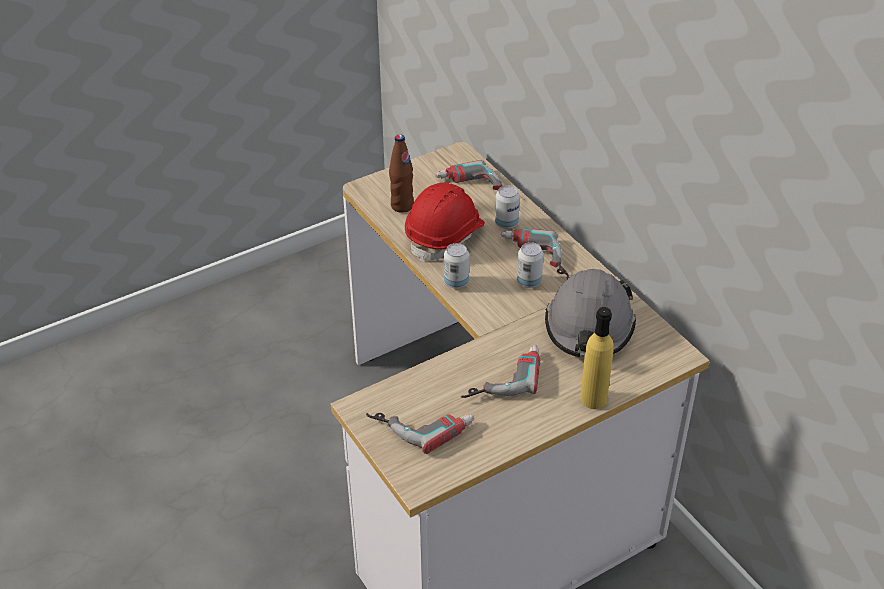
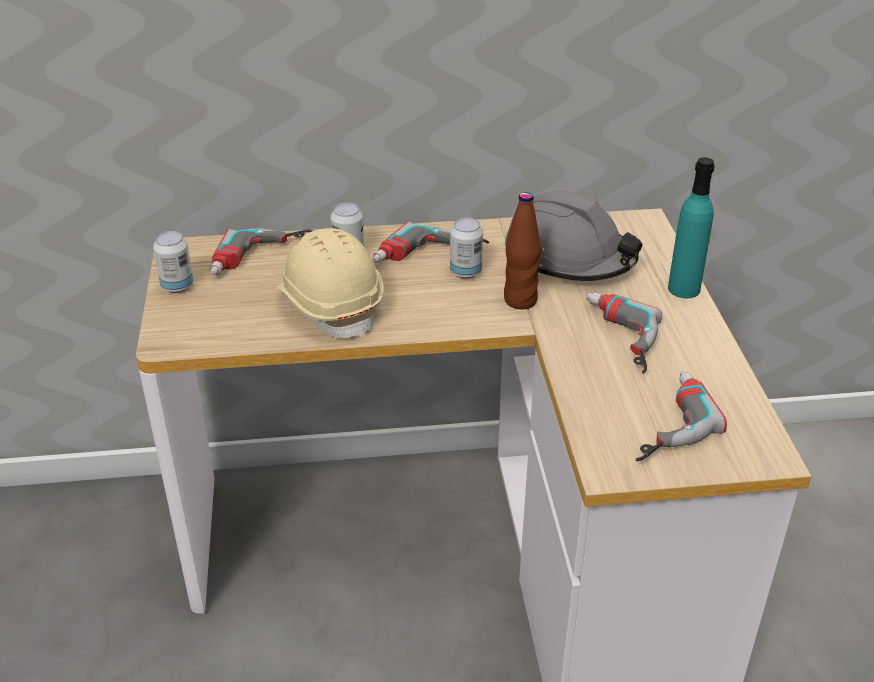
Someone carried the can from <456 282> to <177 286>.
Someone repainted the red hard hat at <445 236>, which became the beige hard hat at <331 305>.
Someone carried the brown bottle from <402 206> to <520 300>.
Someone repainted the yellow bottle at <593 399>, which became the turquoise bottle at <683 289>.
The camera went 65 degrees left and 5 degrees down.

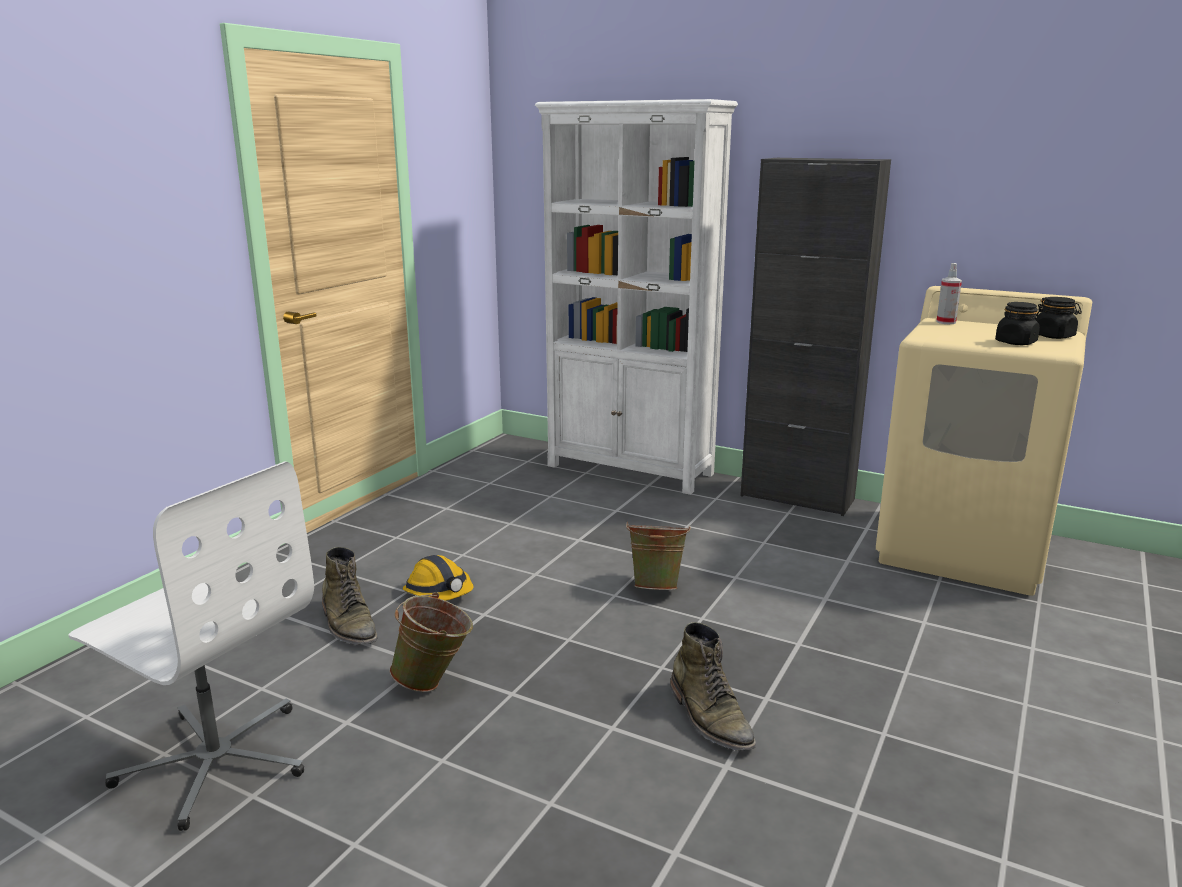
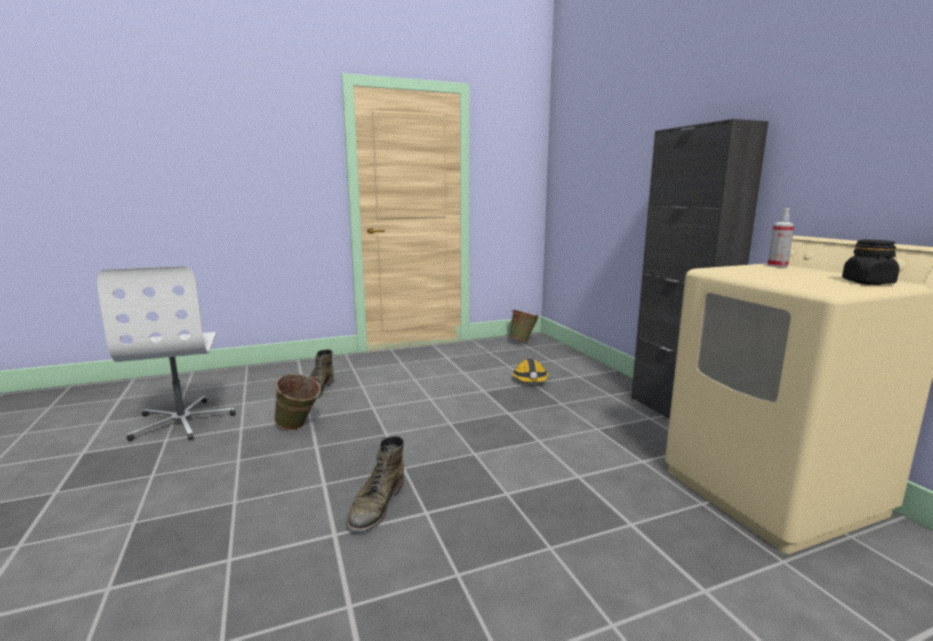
Someone carried the green bucket from <657 586> to <523 341>.
Someone carried the hard hat from <439 592> to <530 380>.
Someone took away the white bookcase at <631 470>.
Someone took away the black jar at <1015 342>.
The camera went 40 degrees right and 5 degrees down.

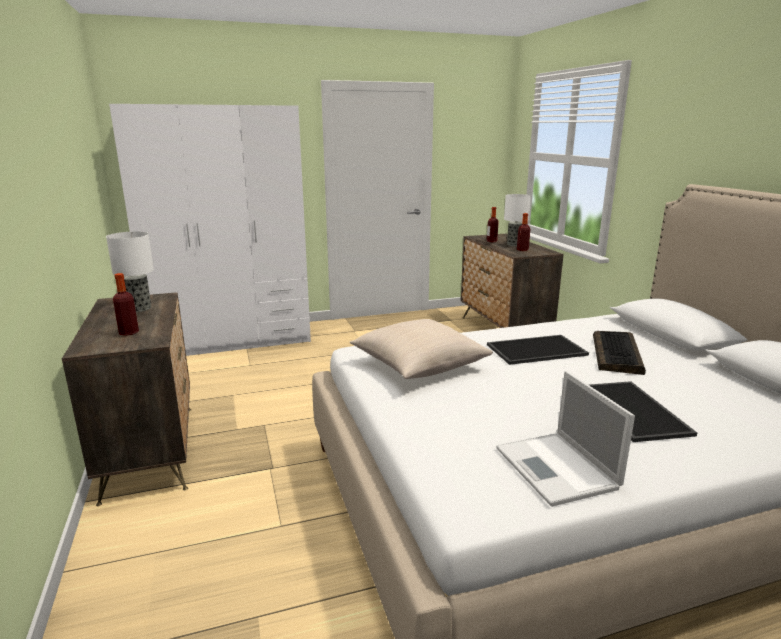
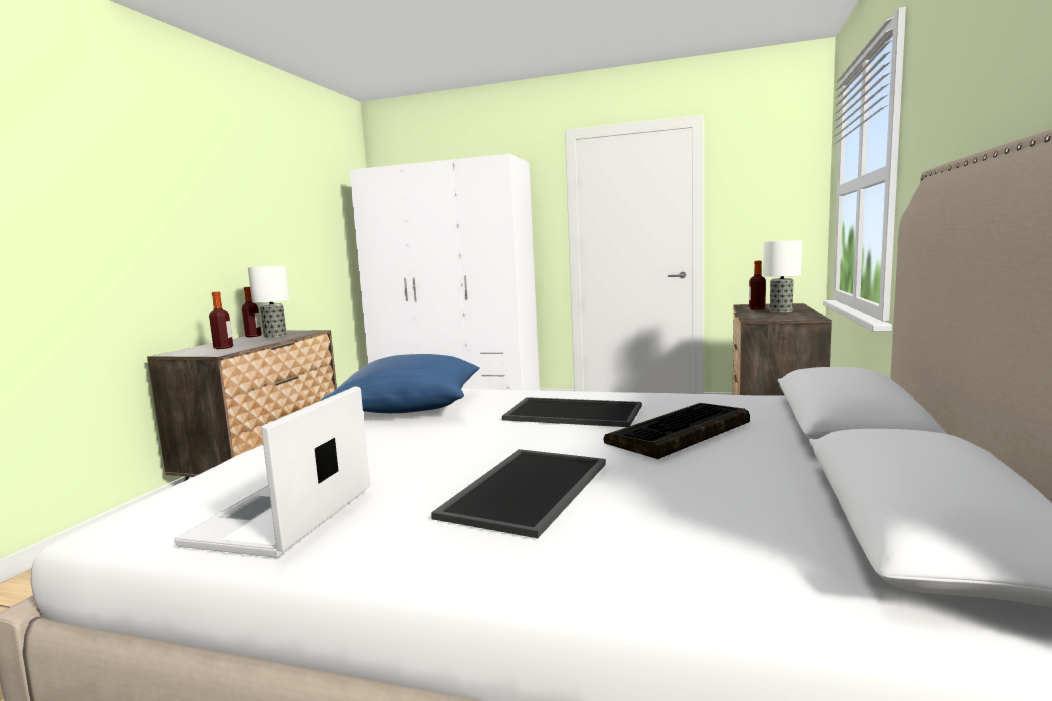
Someone carried the bottle from <522 250> to <253 336>.
Someone repainted the beige pillow at <419 365>, which became the blue pillow at <410 406>.
The camera went 35 degrees right and 10 degrees down.

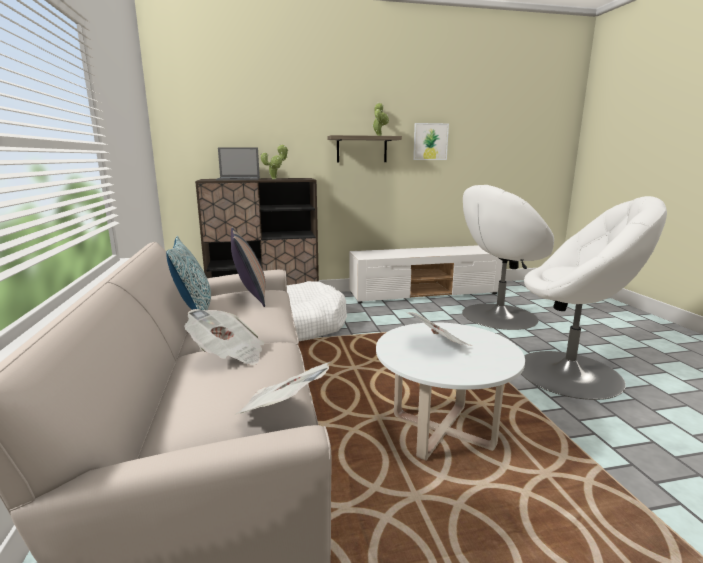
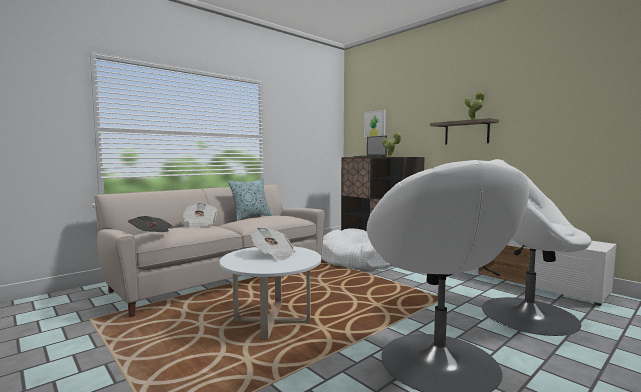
Someone carried the picture from <430 141> to <375 124>.
Someone took away the pillow at <250 297>.
The camera went 60 degrees right and 10 degrees down.

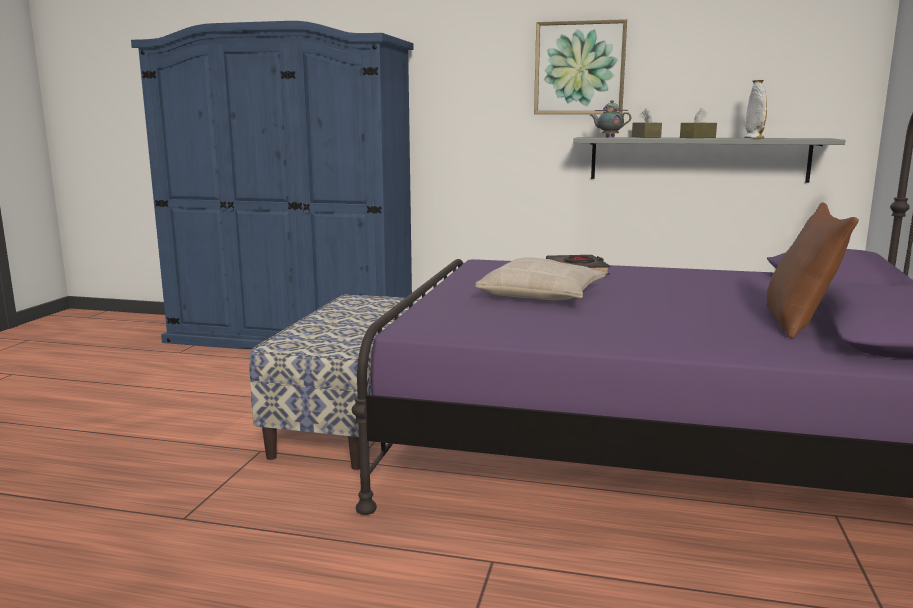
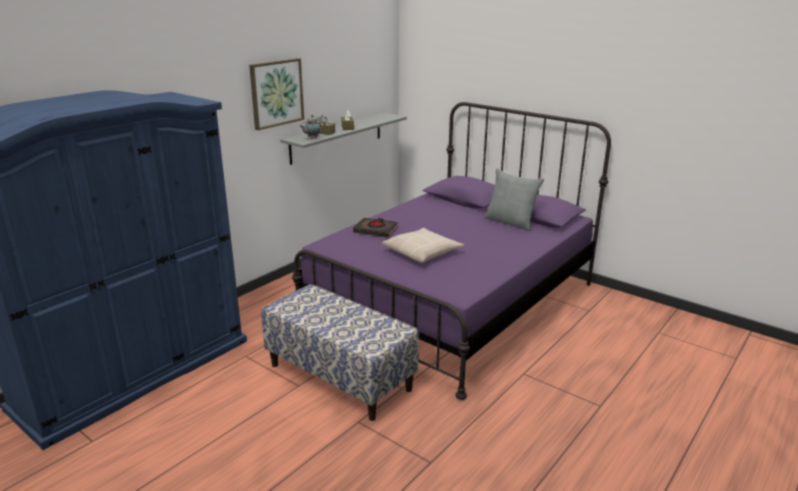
Someone repainted the brown pillow at <799 323>, which became the grey pillow at <510 222>.
Someone took away the white vase at <754 138>.
The camera went 65 degrees left and 10 degrees up.

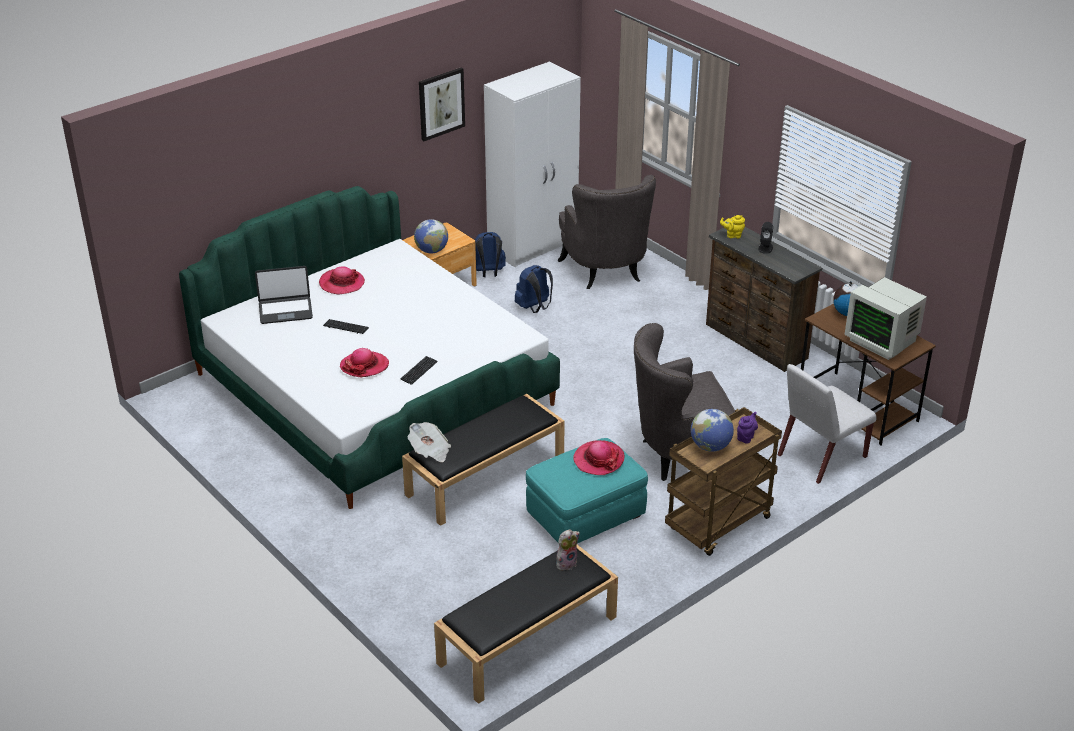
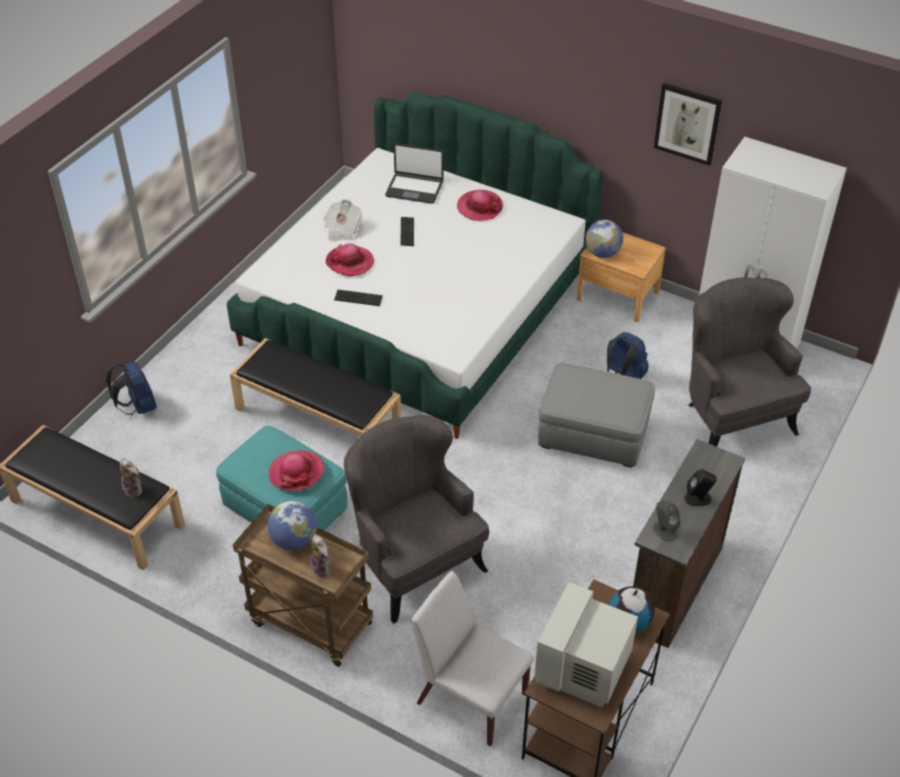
Someone carried the blue backpack from <488 273> to <137 407>.
Someone swapped the purple teapot at <746 437> for the plush toy at <323 568>.
Someone carried the newspaper from <430 451> to <342 230>.
Someone rotated the laptop at <285 311> by 45 degrees counterclockwise.
Someone put down the grey ottoman at <594 436>.
Someone put down the grey speaker at <664 530>.
Someone rotated the grey armchair at <606 272> by 105 degrees clockwise.
Someone took away the yellow teapot at <732 235>.
The camera went 70 degrees right and 10 degrees up.

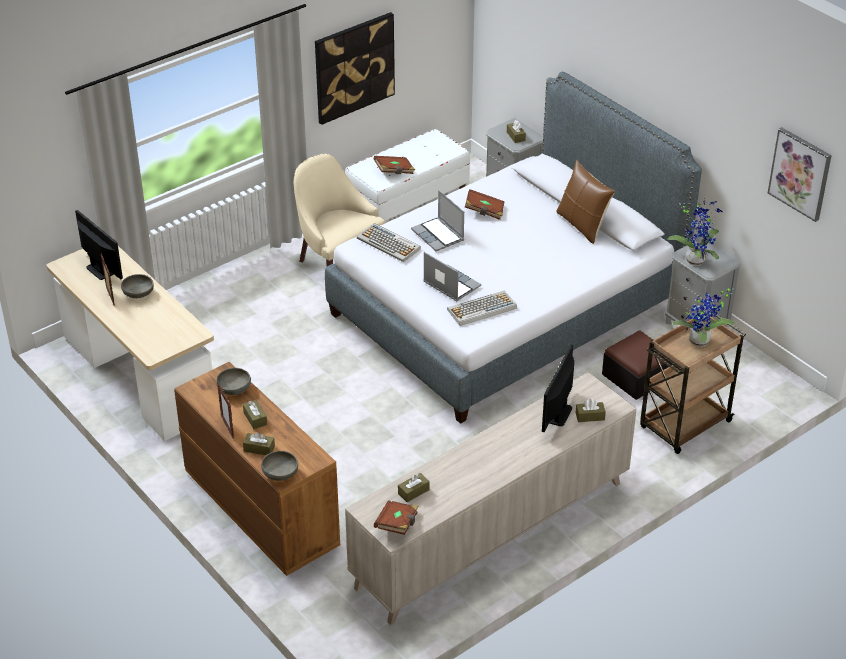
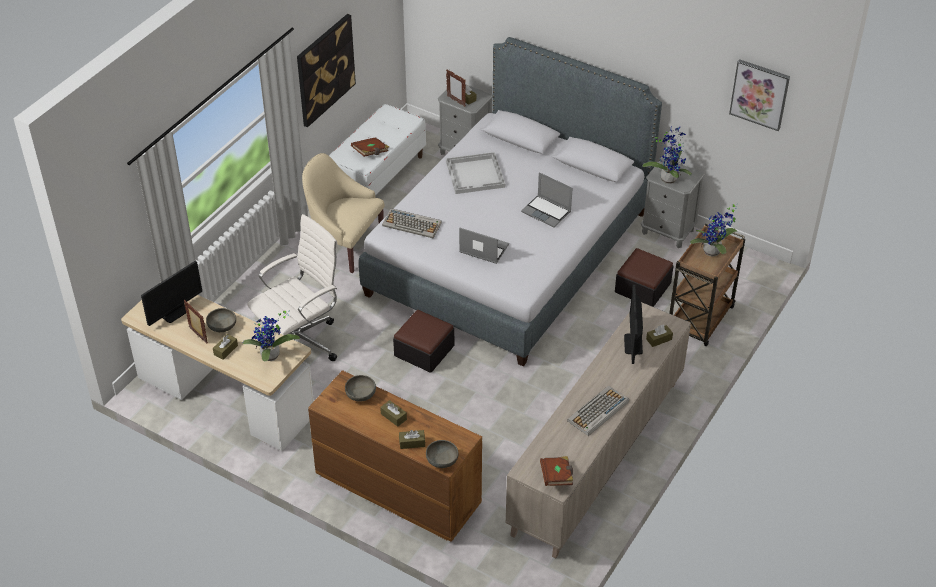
Someone rotated the monitor at <100 270> by 105 degrees clockwise.
Someone carried the brown tissue box from <413 492> to <225 350>.
Someone put down the potted plant at <271 357>.
Someone put down the white office chair at <300 342>.
Someone put down the ottoman at <424 350>.
Someone carried the picture frame from <227 427> to <456 101>.
Someone swapped the brown book at <484 211> for the white tray at <476 175>.
Someone carried the laptop from <438 235> to <547 212>.
Someone carried the keyboard from <481 309> to <598 412>.
Someone took away the brown pillow at <582 225>.
The camera went 20 degrees left and 5 degrees up.

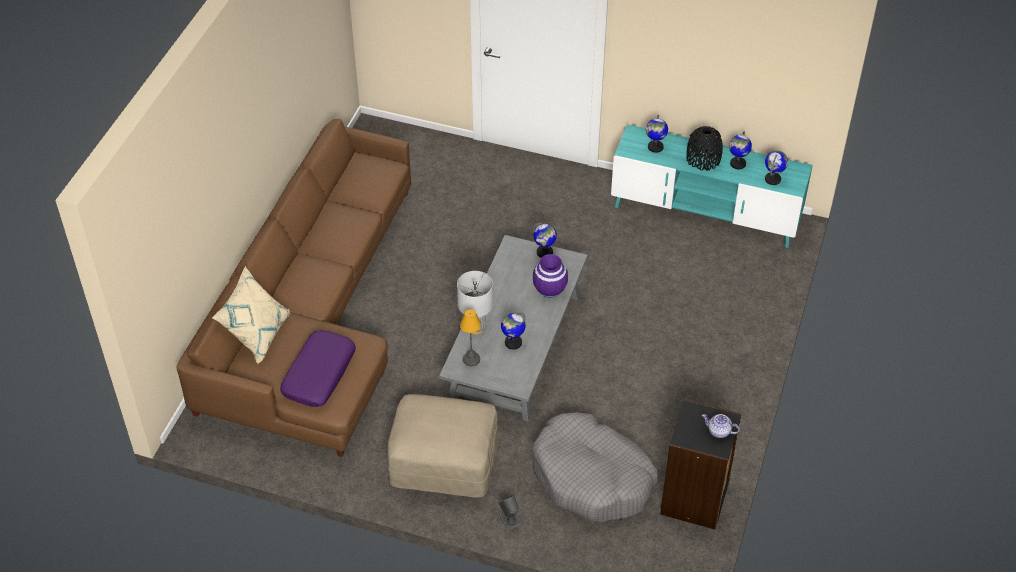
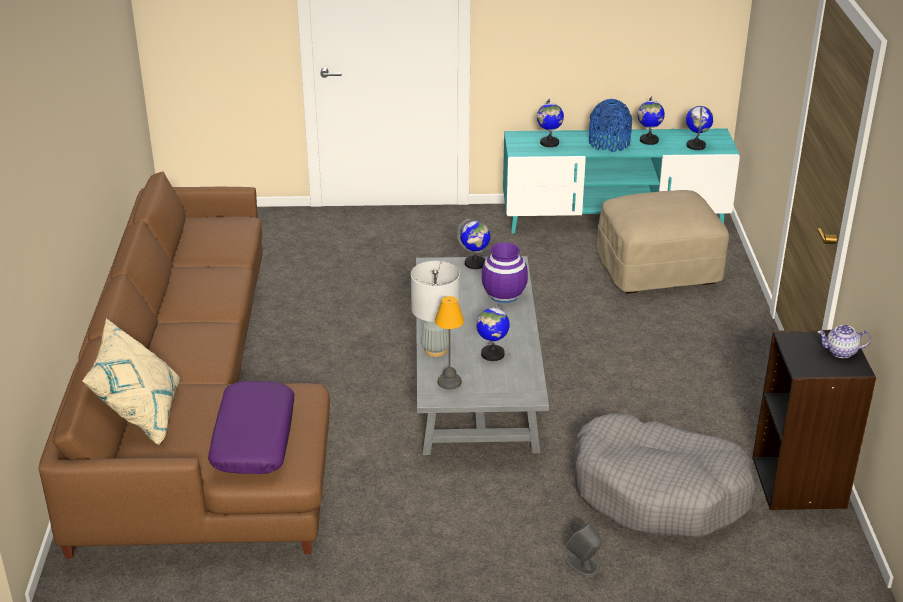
Someone repainted the black vase at <703 159>, which became the blue vase at <609 143>.
Someone carried the beige ottoman from <443 463> to <658 270>.
The camera went 20 degrees left and 15 degrees down.

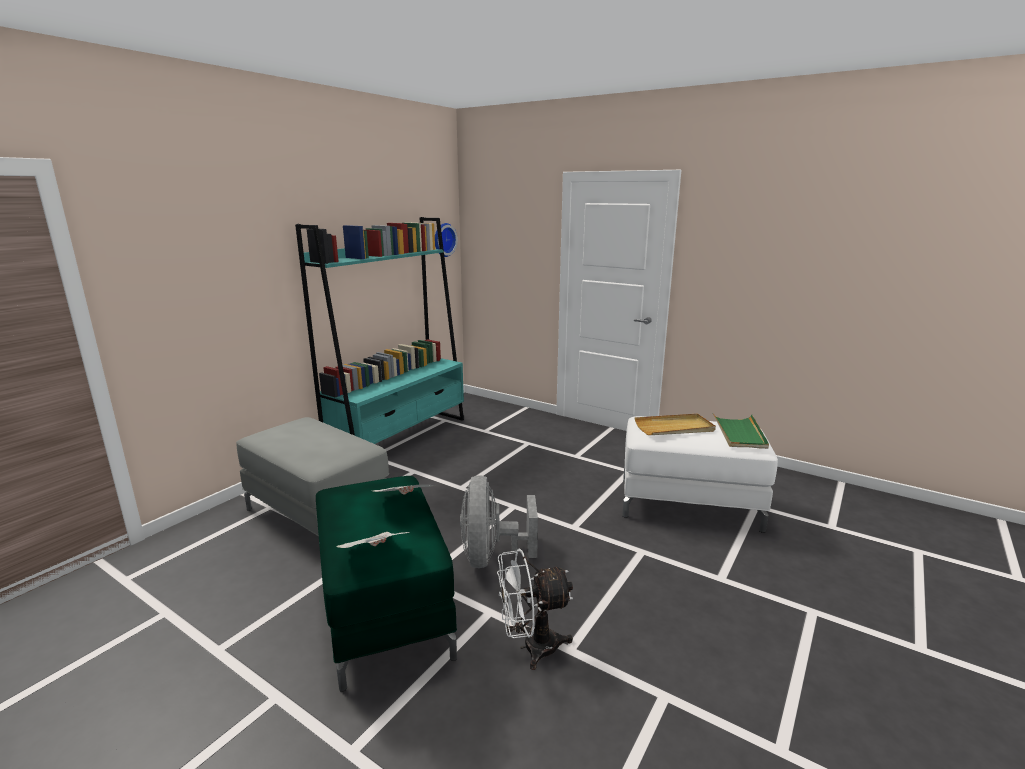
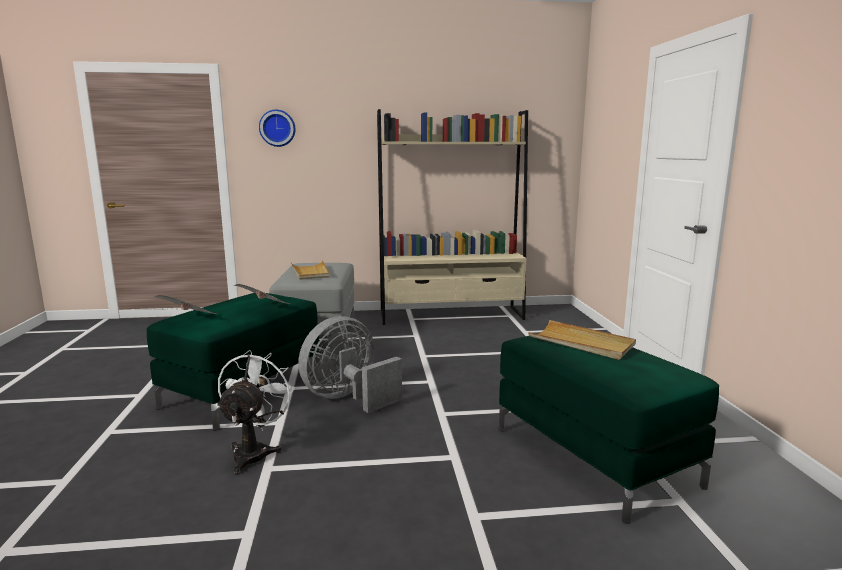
Someone rotated the white fan at <531 647> by 60 degrees clockwise.
Someone carried the wall clock from <443 240> to <277 128>.
Someone put down the beige tray at <310 272>.
Someone repainted the turquoise bookcase at <400 438>, which became the beige bookcase at <451 315>.
Someone repainted the white ottoman at <688 504>, which became the green ottoman at <591 455>.
Someone took away the green tray at <739 433>.
The camera went 50 degrees right and 5 degrees down.

